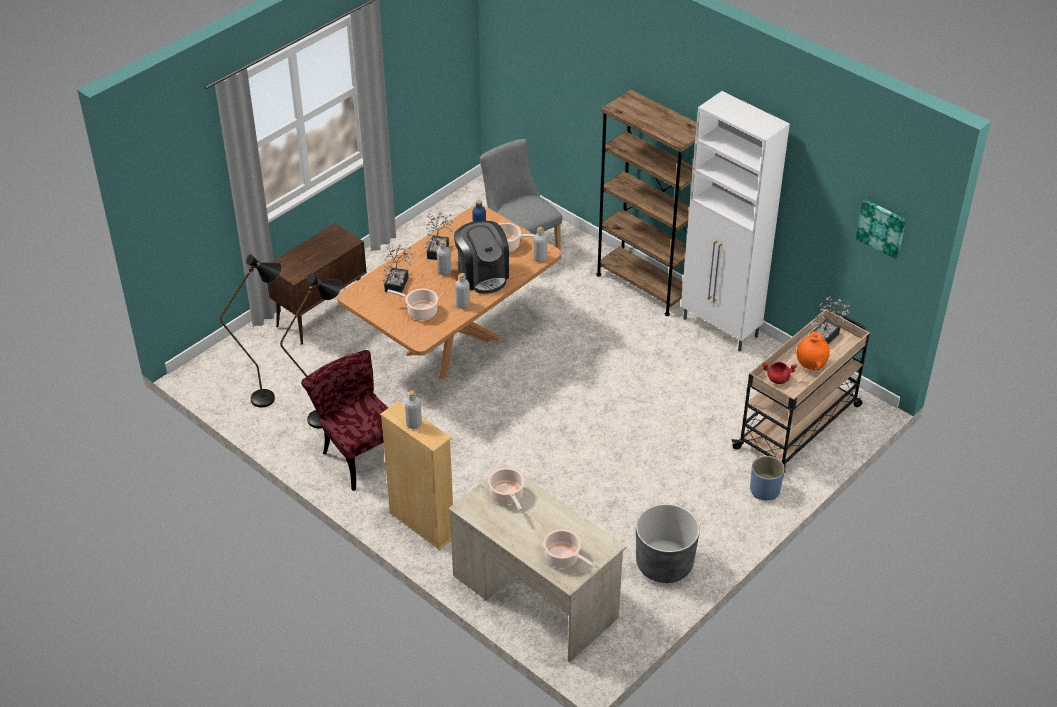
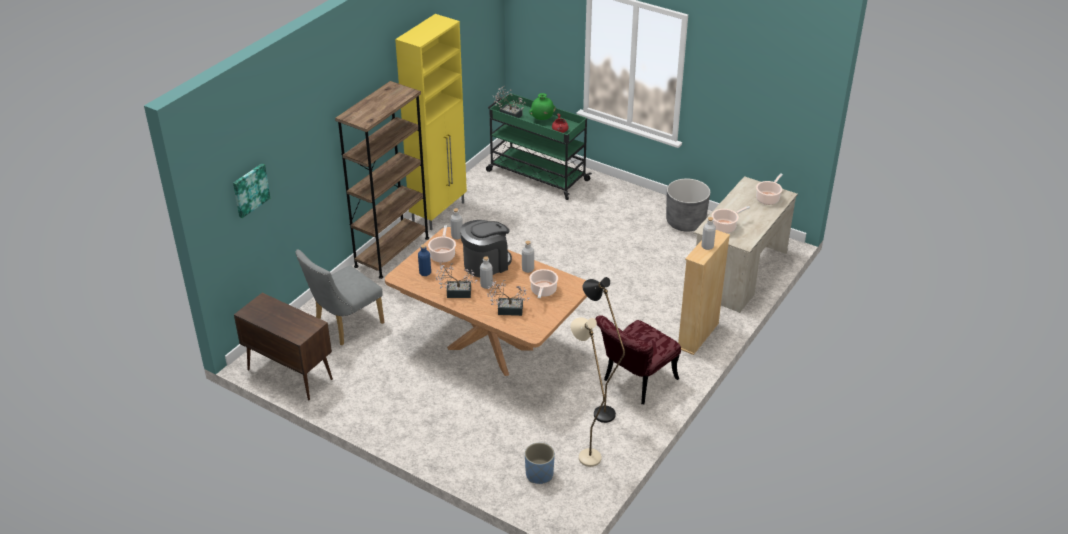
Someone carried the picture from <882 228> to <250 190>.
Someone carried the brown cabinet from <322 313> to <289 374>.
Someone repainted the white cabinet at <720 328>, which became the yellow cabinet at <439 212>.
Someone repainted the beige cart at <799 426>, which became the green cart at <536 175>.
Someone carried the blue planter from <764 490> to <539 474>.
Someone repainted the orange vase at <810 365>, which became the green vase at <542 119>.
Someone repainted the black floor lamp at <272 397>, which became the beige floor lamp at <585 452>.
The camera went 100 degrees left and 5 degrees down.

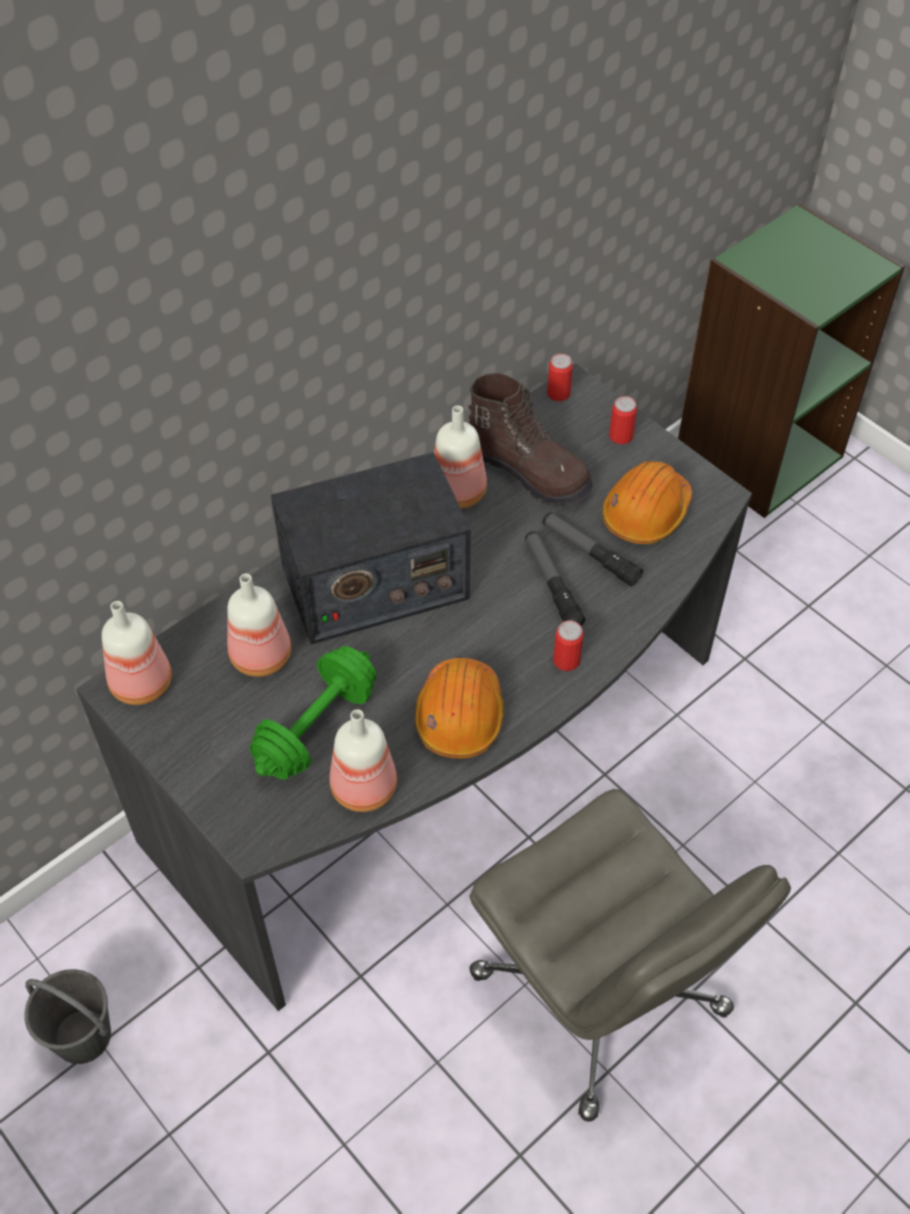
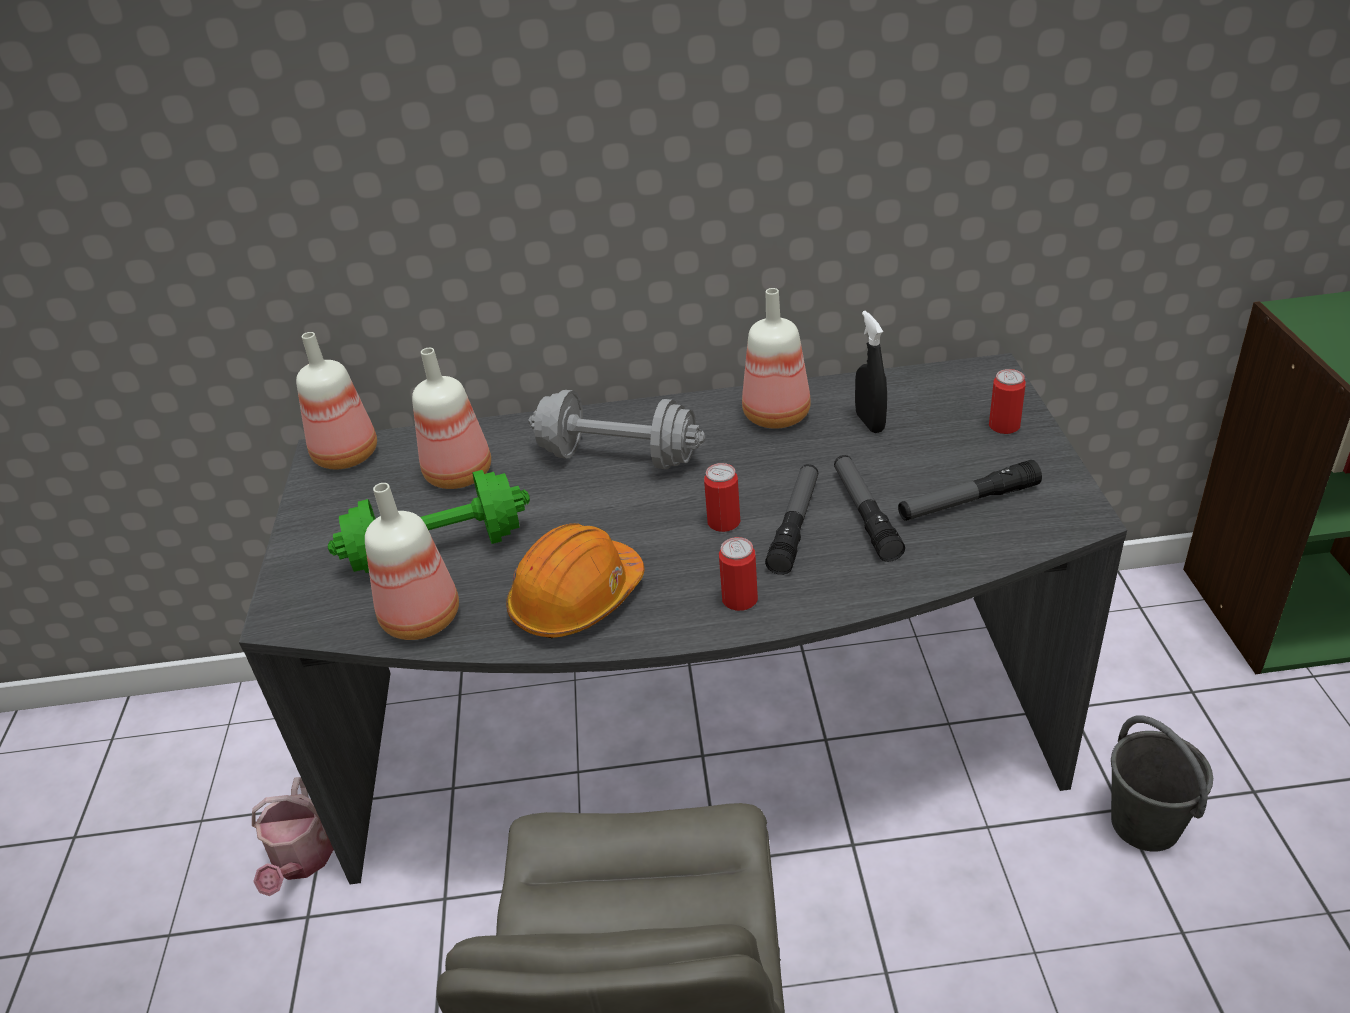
Someone put down the watering can at <301 862>.
Someone swapped the radio at <373 582> for the grey dumbbell at <619 457>.
Someone carried the can from <558 393> to <724 522>.
Someone swapped the brown boot at <529 471> for the black spray bottle at <869 422>.
Someone swapped the orange hard hat at <645 513> for the flashlight at <968 502>.
Someone carried the grey bucket from <82 1035> to <1144 823>.
The camera went 40 degrees right and 15 degrees down.

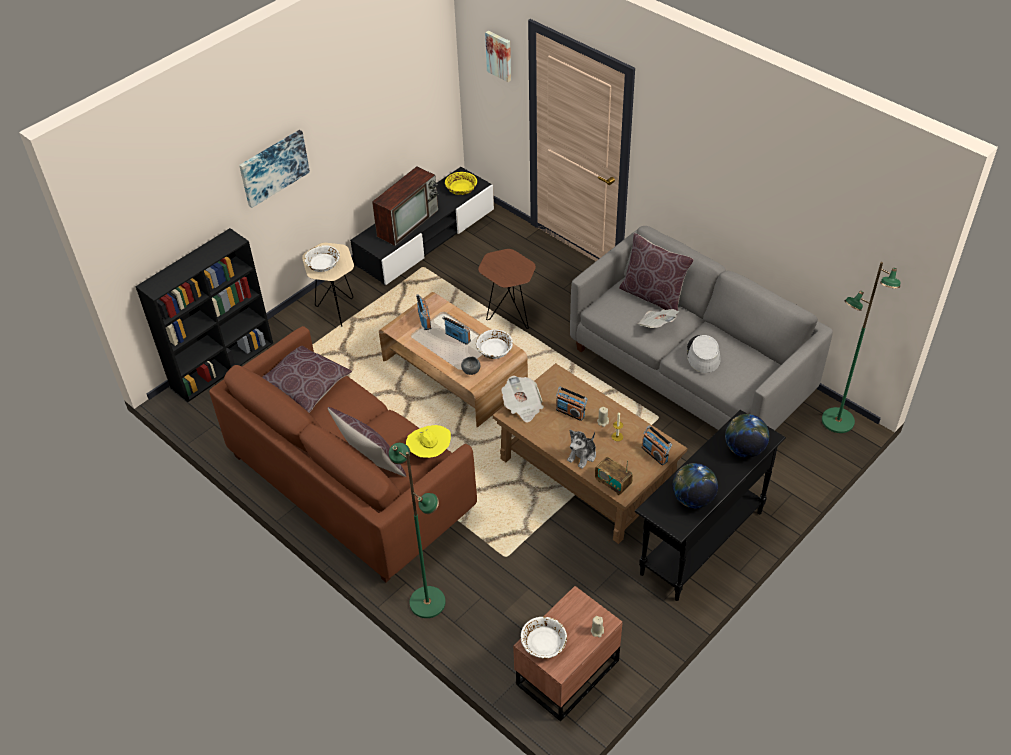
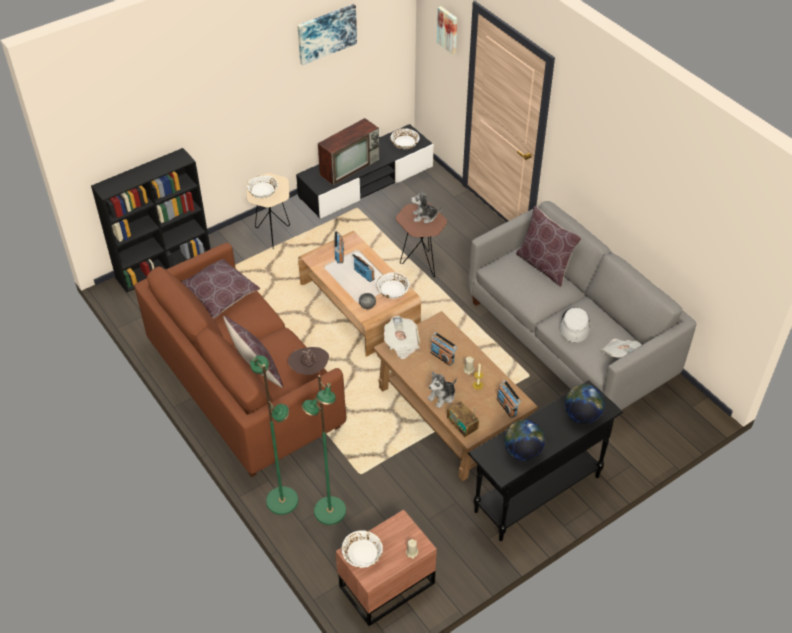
Someone repainted the yellow hat at <429 452>, which became the brown hat at <309 370>.
Someone carried the picture from <273 167> to <326 33>.
Someone carried the green floor lamp from <837 421> to <329 511>.
Someone repainted the yellow bowl at <461 188>, which became the white bowl at <404 143>.
Someone put down the plush toy at <424 217>.
Someone carried the newspaper from <657 325> to <619 354>.
The camera went 10 degrees right and 0 degrees up.

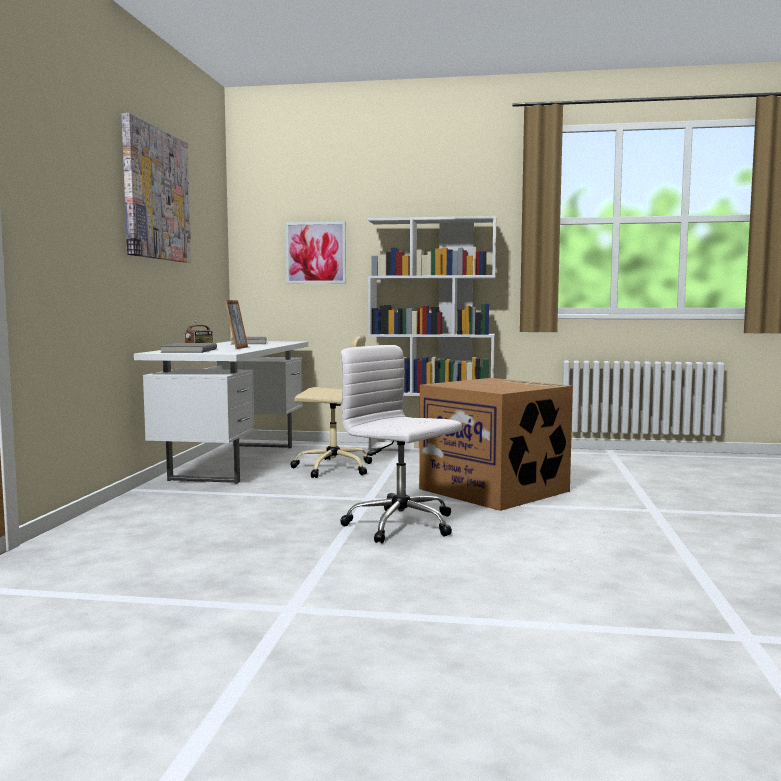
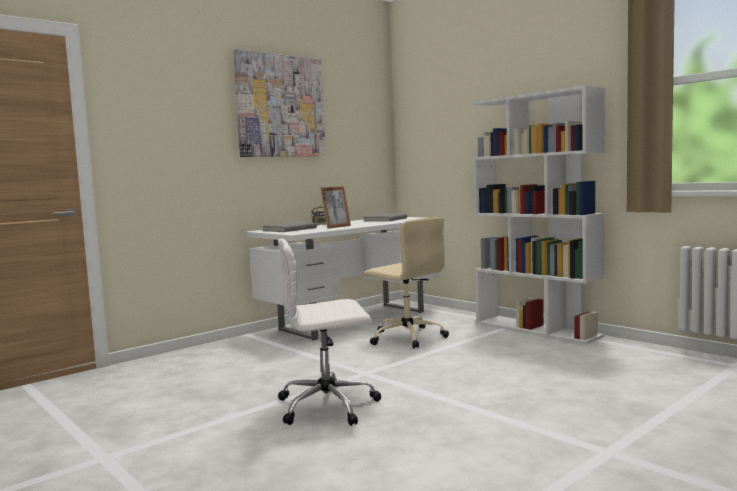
Someone rotated the white office chair at <402 525> by 90 degrees counterclockwise.
Someone took away the picture at <316 253>.
Someone took away the cardboard box at <496 490>.
The camera went 40 degrees right and 0 degrees up.

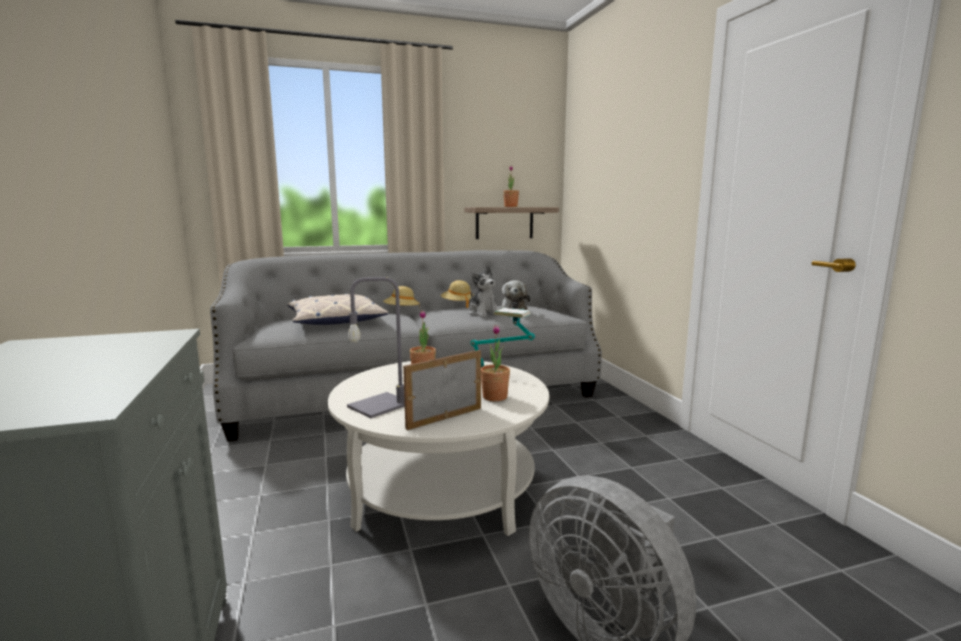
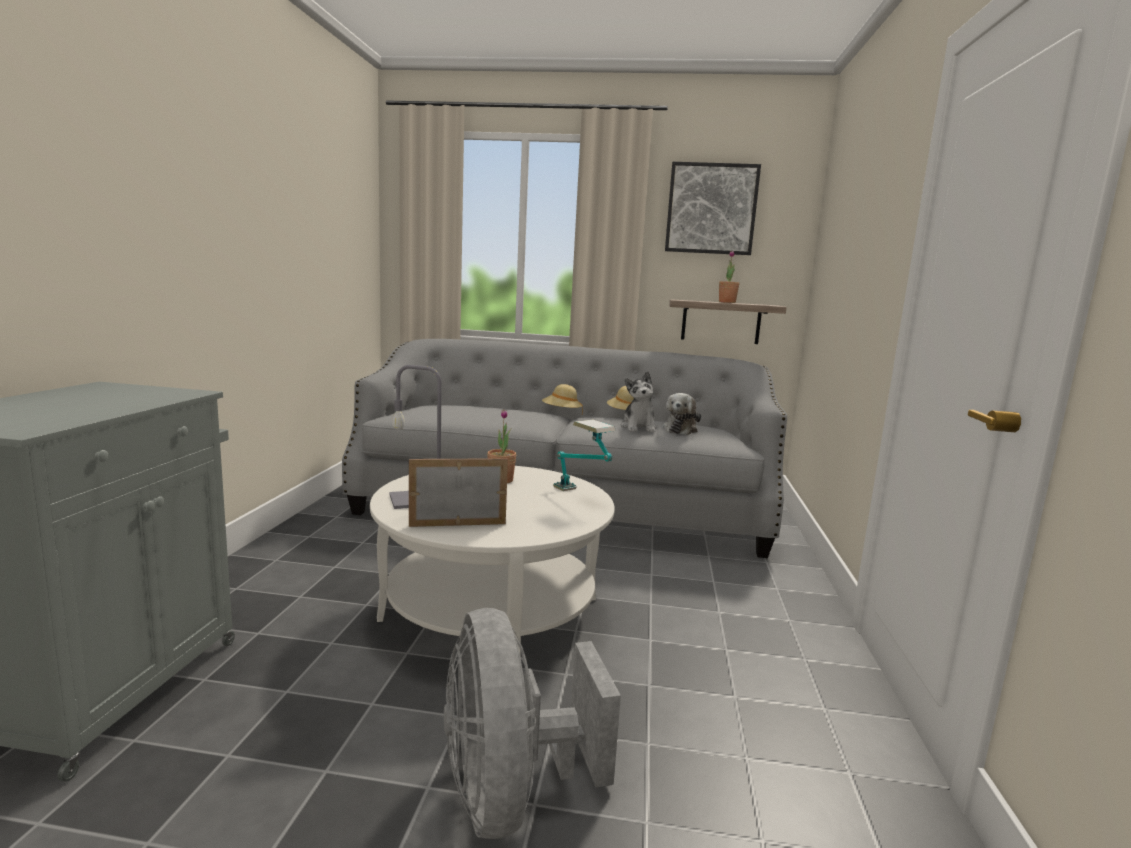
Someone put up the picture at <711 209>.
Someone took away the pillow at <336 320>.
Someone took away the potted plant at <495 397>.
The camera went 25 degrees right and 0 degrees up.

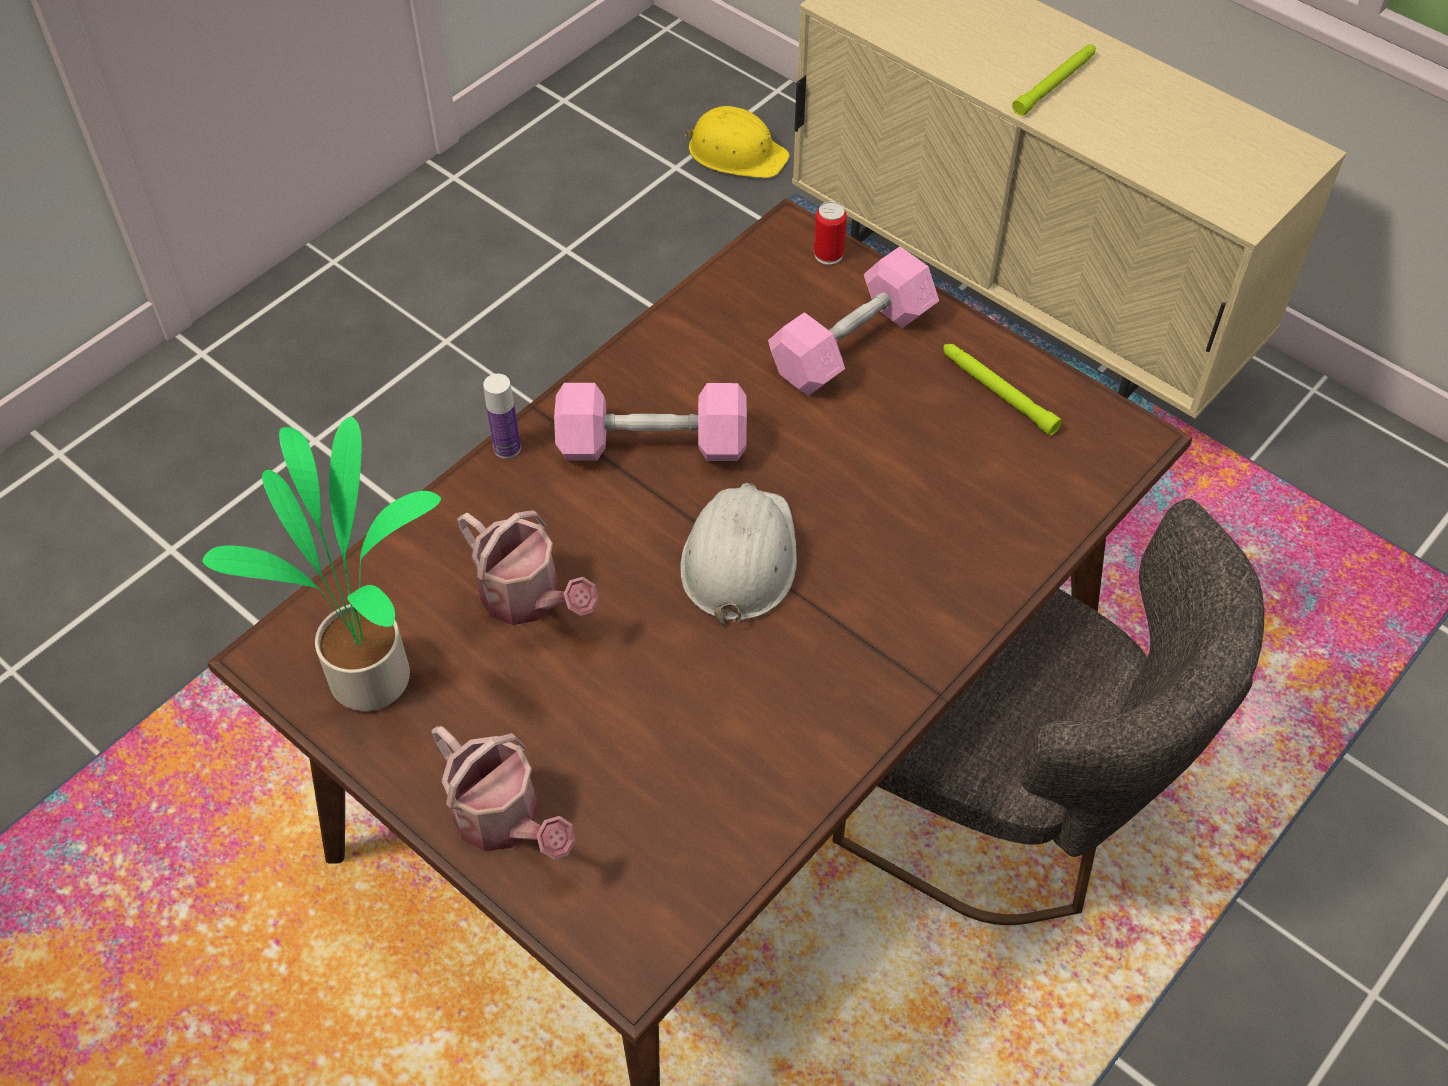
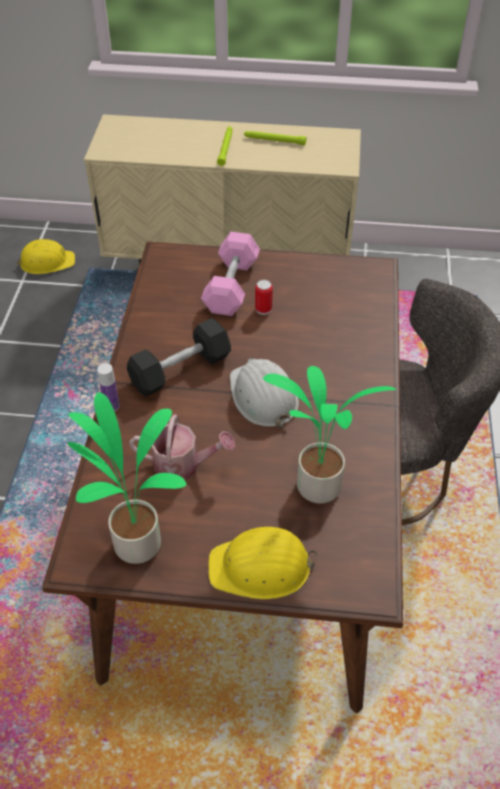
Someone repainted the pink dumbbell at <652 444>, which became the black dumbbell at <180 370>.
Someone swapped the watering can at <505 821> for the yellow hard hat at <261 567>.
Someone carried the green flashlight from <997 392> to <274 140>.
Someone carried the can from <828 254> to <263 309>.
Someone put down the potted plant at <316 488>.
The camera went 35 degrees left and 5 degrees down.

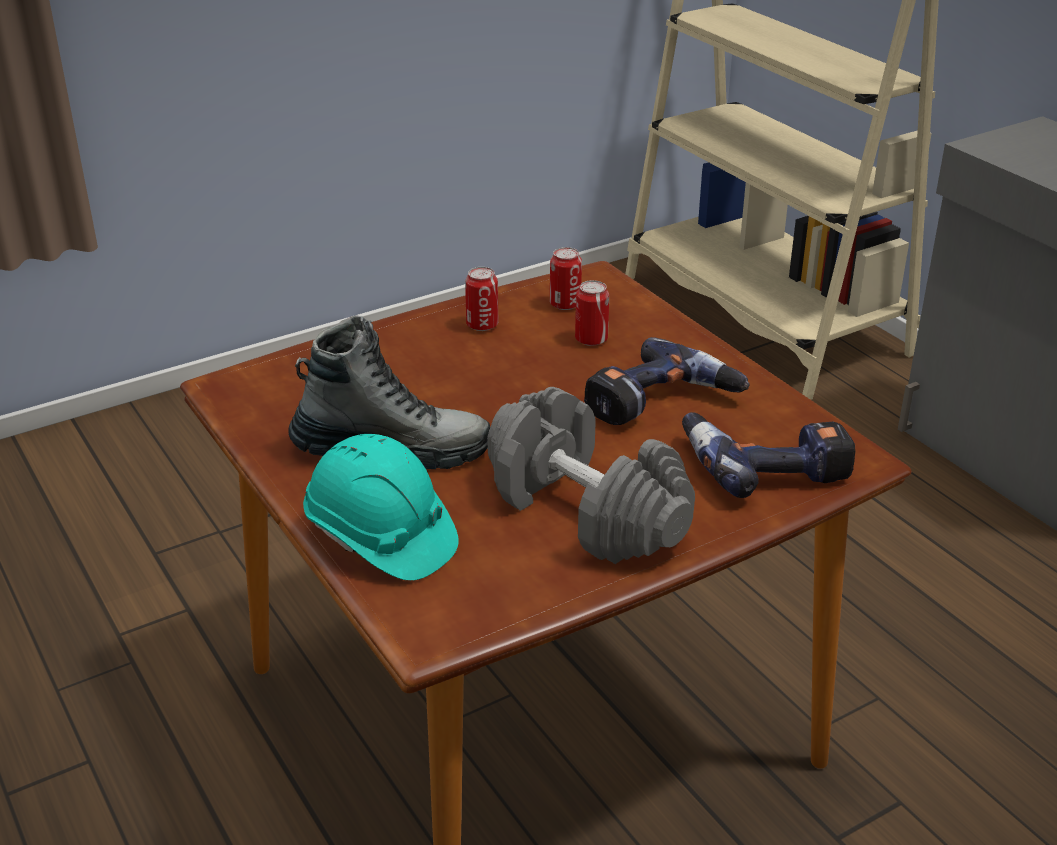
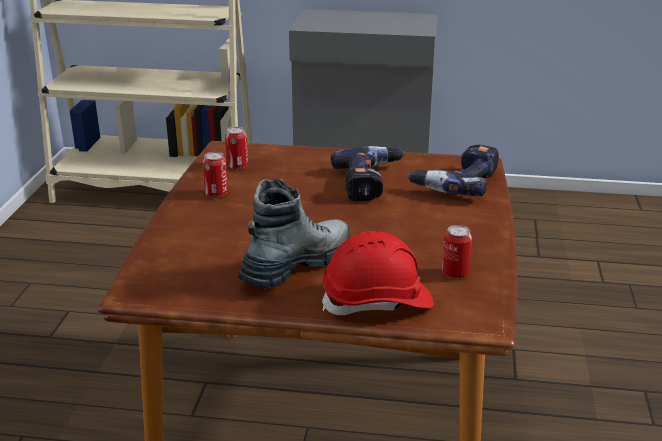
Someone repainted the turquoise hard hat at <380 537>, which became the red hard hat at <377 301>.
Someone carried the can from <591 339> to <455 273>.
Someone took away the grey dumbbell at <584 511>.
The camera went 50 degrees left and 5 degrees down.

